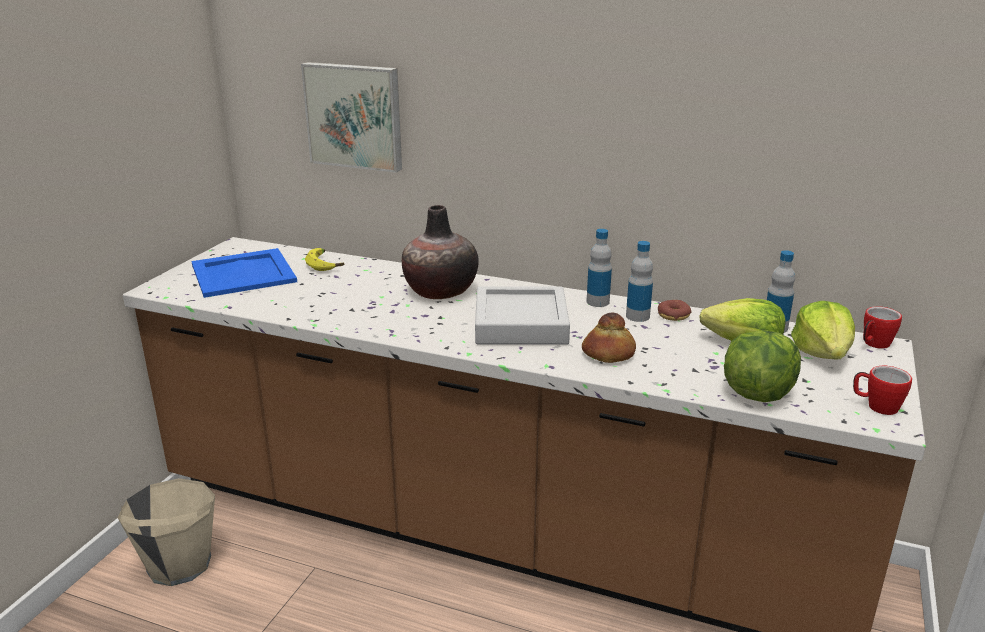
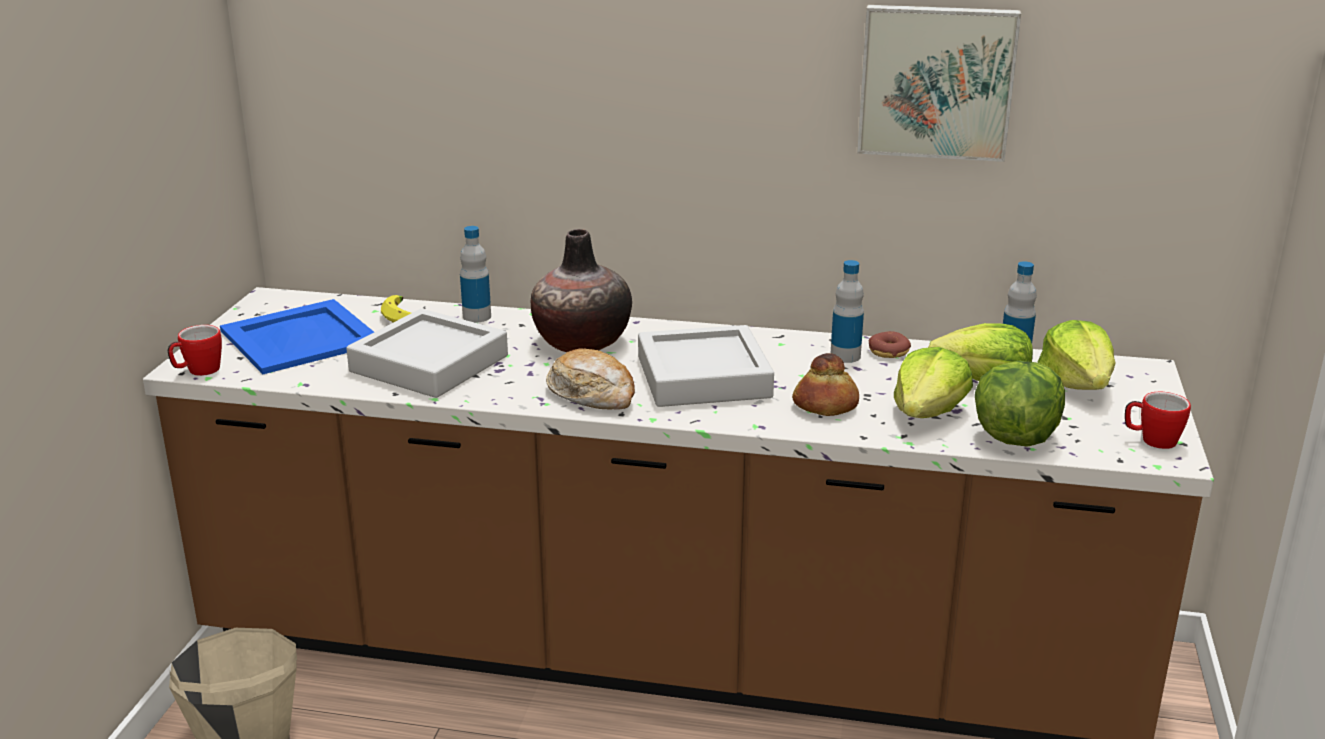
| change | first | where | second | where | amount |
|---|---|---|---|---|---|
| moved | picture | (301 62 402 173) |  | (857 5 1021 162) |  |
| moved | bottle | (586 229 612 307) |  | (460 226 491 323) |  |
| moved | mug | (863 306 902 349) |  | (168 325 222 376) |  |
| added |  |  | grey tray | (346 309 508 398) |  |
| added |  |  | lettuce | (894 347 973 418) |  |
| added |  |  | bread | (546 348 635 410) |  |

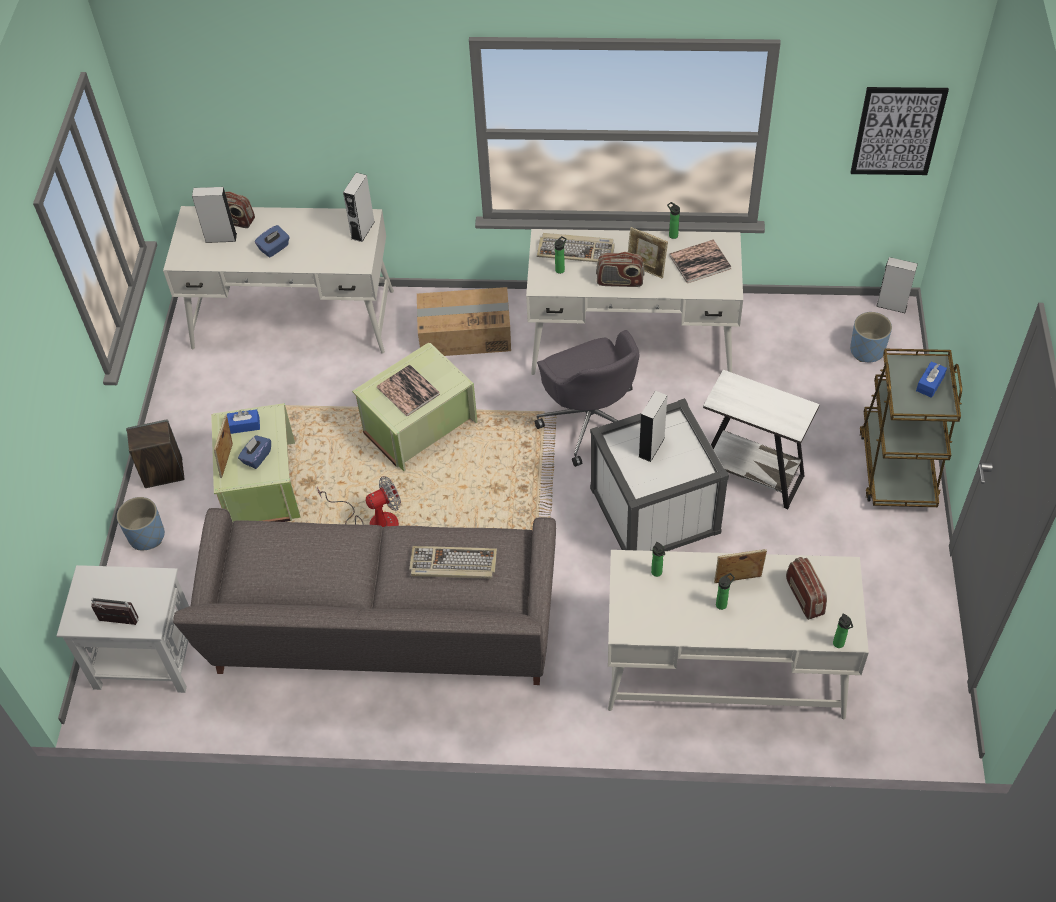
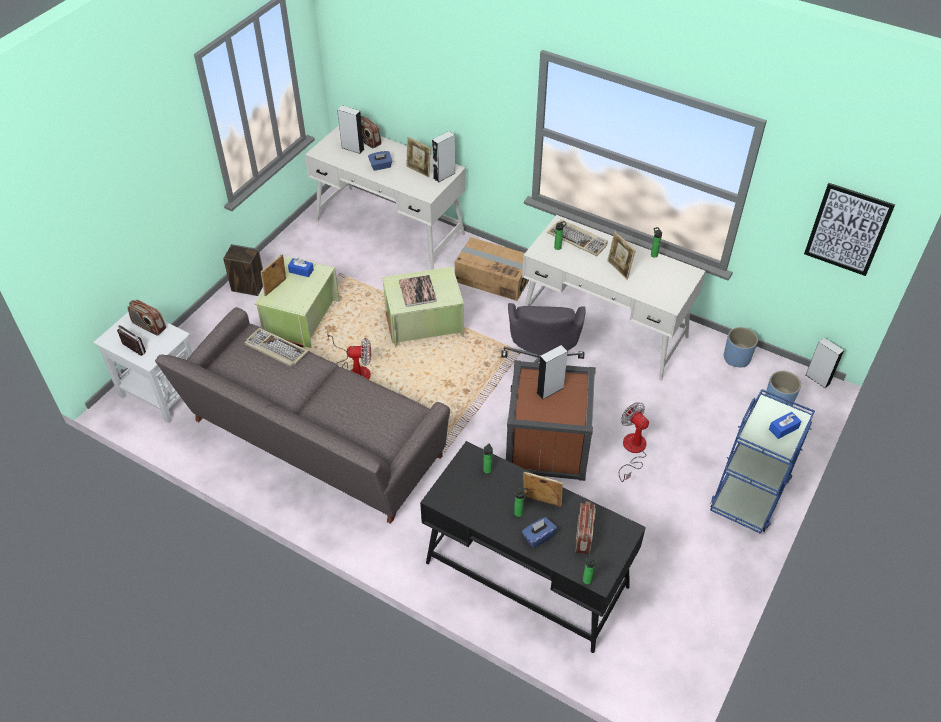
| change | first | where | second | where | amount |
|---|---|---|---|---|---|
| removed | book | (669 240 732 283) |  |  |  |
| moved | radio | (596 252 645 287) |  | (128 299 166 336) |  |
| recoloured | brown cart | (860 349 962 507) | blue cart | (710 389 815 534) |  |
| replaced | white side table | (703 370 820 509) | fan | (619 402 649 482) |  |
| recoloured | white storage box | (590 398 729 551) | brown storage box | (506 360 596 481) |  |
| moved | blue tissue box | (238 435 271 469) |  | (522 517 557 548) |  |
| moved | blue planter | (117 497 165 550) |  | (724 327 758 367) |  |
| moved | keyboard | (409 546 497 579) |  | (245 328 308 367) |  |
| recoloured | white desk | (608 550 869 719) | black desk | (420 441 646 653) |  |
| added |  |  | picture frame | (406 137 431 178) |  |

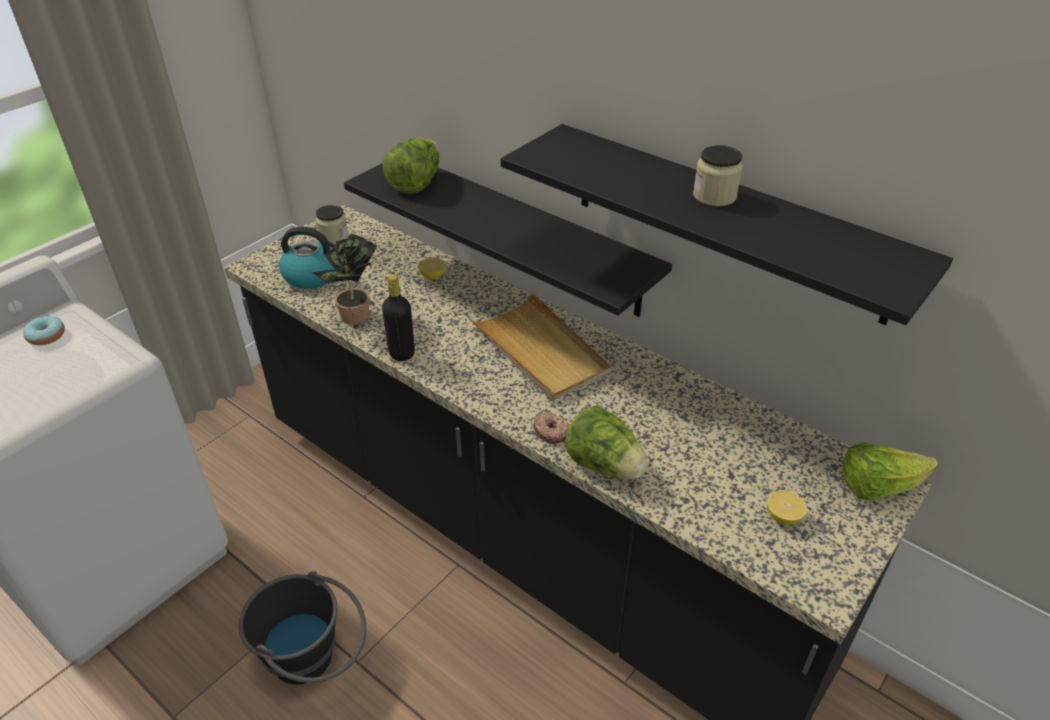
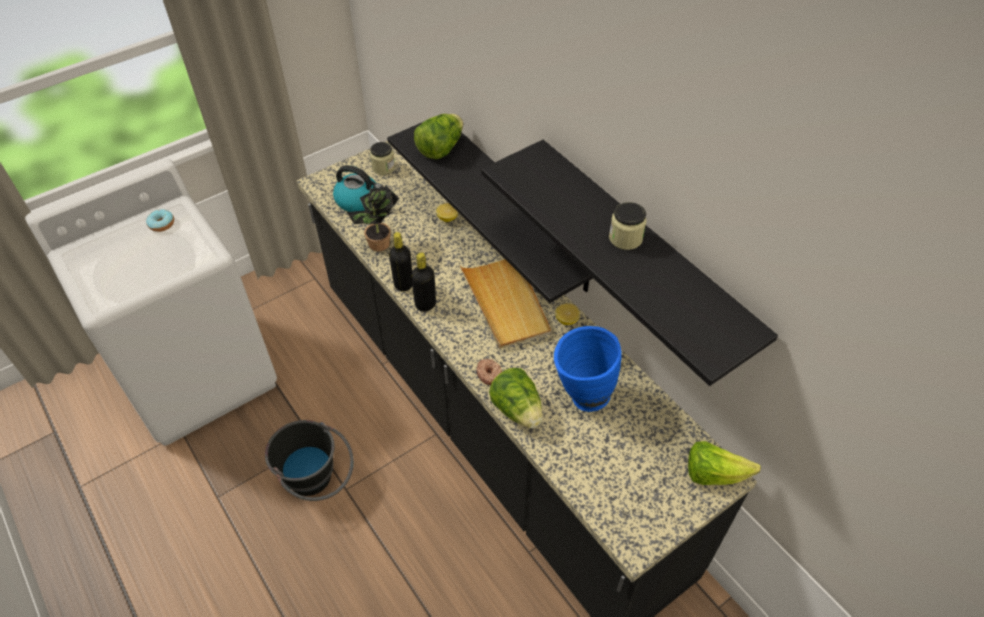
| change | first | where | second | where | amount |
|---|---|---|---|---|---|
| moved | lemon | (767 490 807 525) |  | (555 303 580 325) |  |
| added |  |  | black bottle | (411 253 436 312) |  |
| added |  |  | blue vase | (554 326 622 412) |  |

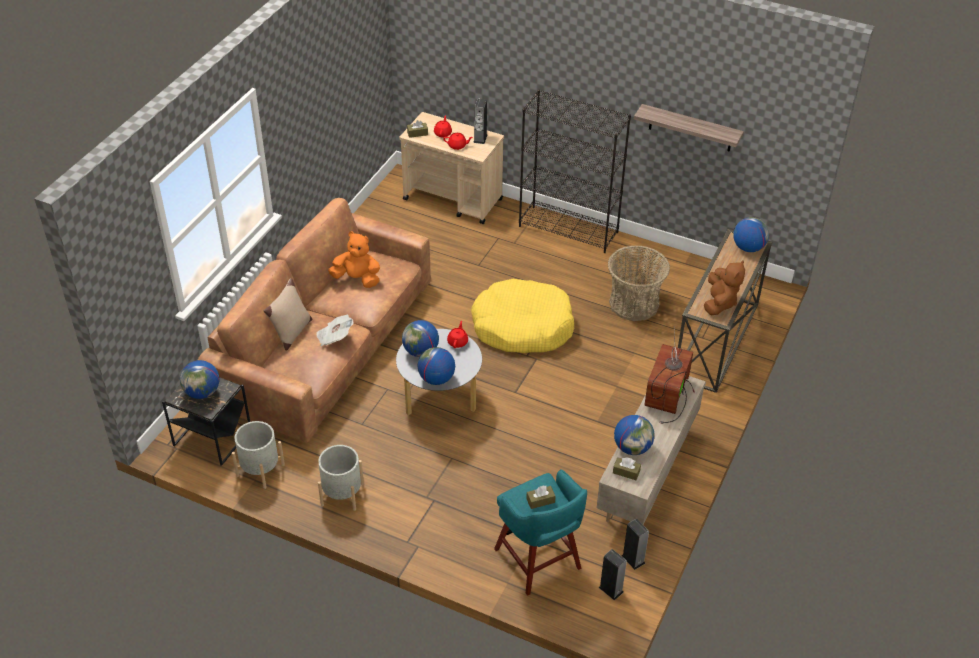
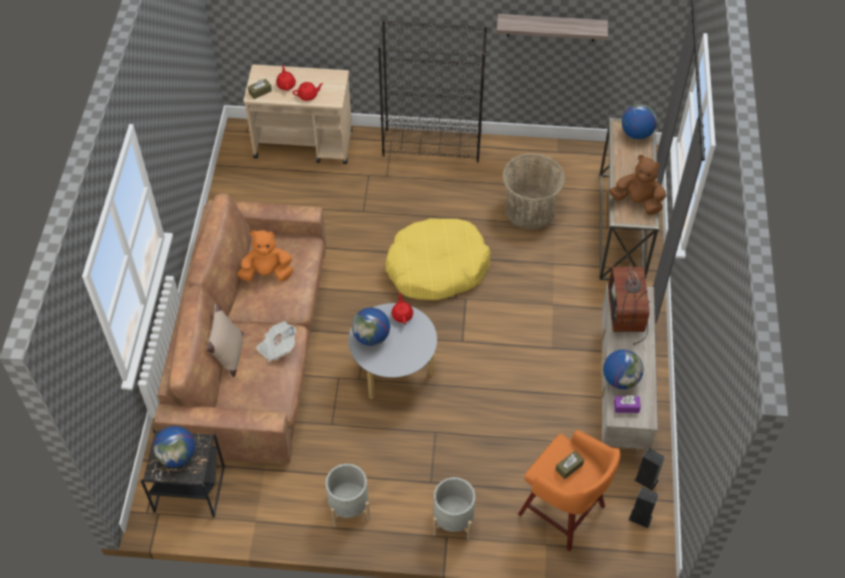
| change | first | where | second | where | amount |
|---|---|---|---|---|---|
| removed | speaker | (473 99 488 144) |  |  |  |
| turned | brown plush toy | (704 260 745 315) |  | (609 155 666 215) | 60 degrees counterclockwise |
| removed | globe | (418 347 455 385) |  |  |  |
| moved | grey planter | (232 421 285 489) |  | (433 477 475 540) |  |
| recoloured | brown tissue box | (613 457 641 480) | purple tissue box | (614 395 641 413) |  |
| recoloured | turquoise stool | (494 469 587 596) | orange stool | (518 430 620 551) |  |

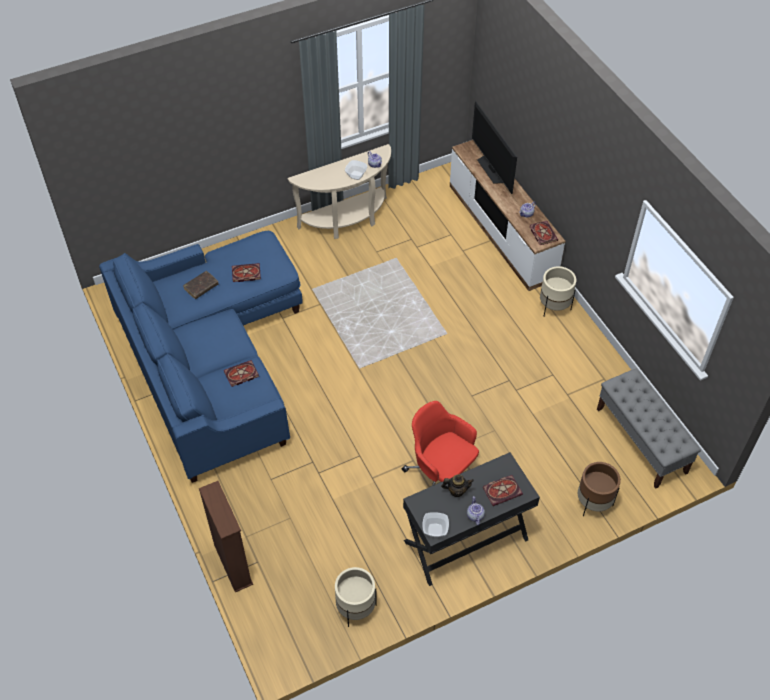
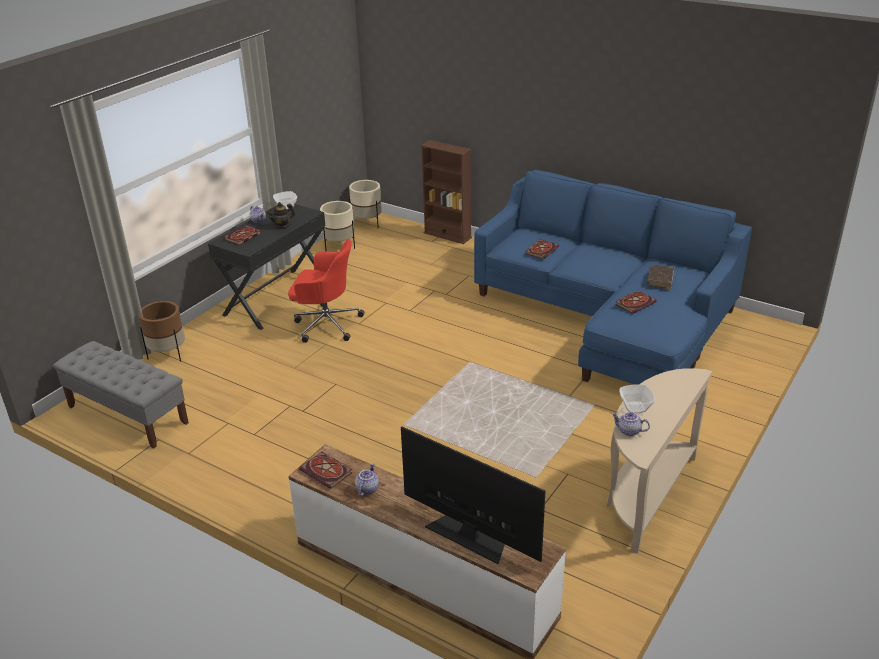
| change | first | where | second | where | amount |
|---|---|---|---|---|---|
| moved | beige planter | (540 266 576 317) |  | (349 180 382 228) |  |

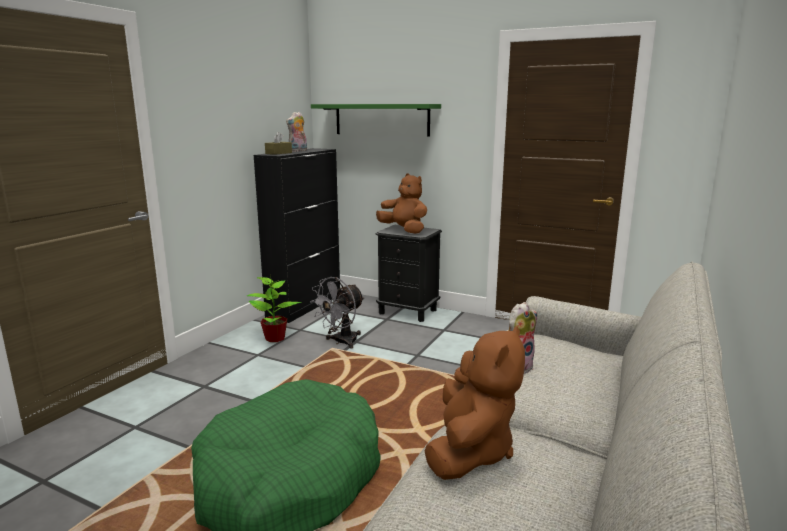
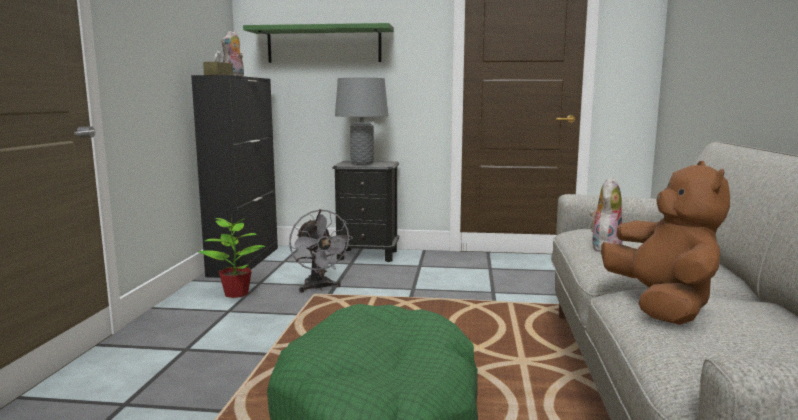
| change | first | where | second | where | amount |
|---|---|---|---|---|---|
| replaced | brown plush toy | (376 173 427 234) | grey table lamp | (335 78 388 165) |  |
| turned | grey fan | (310 277 364 349) |  | (289 209 353 293) | 45 degrees counterclockwise |

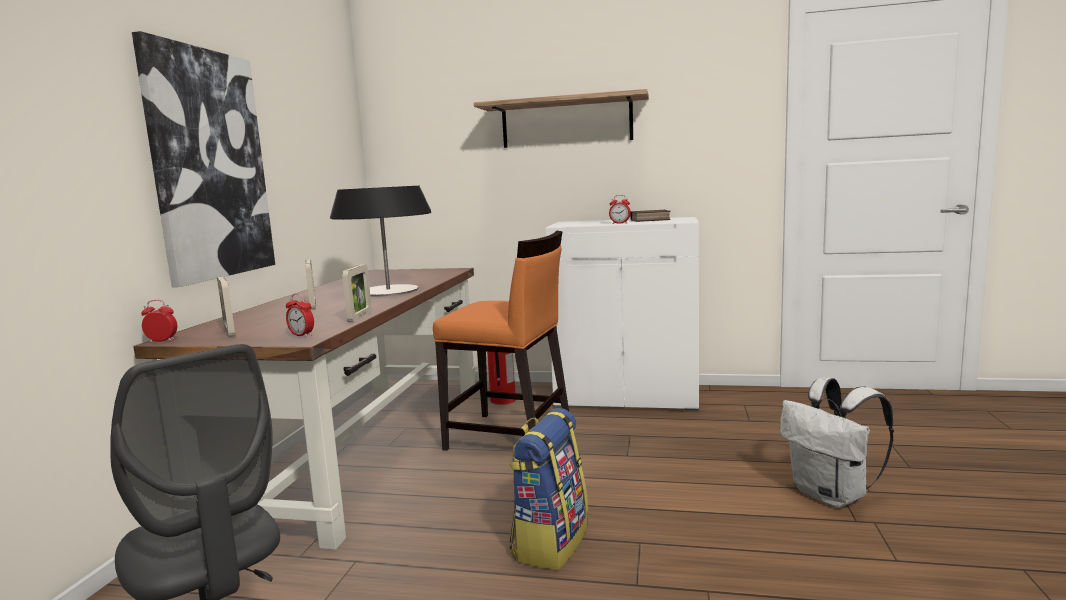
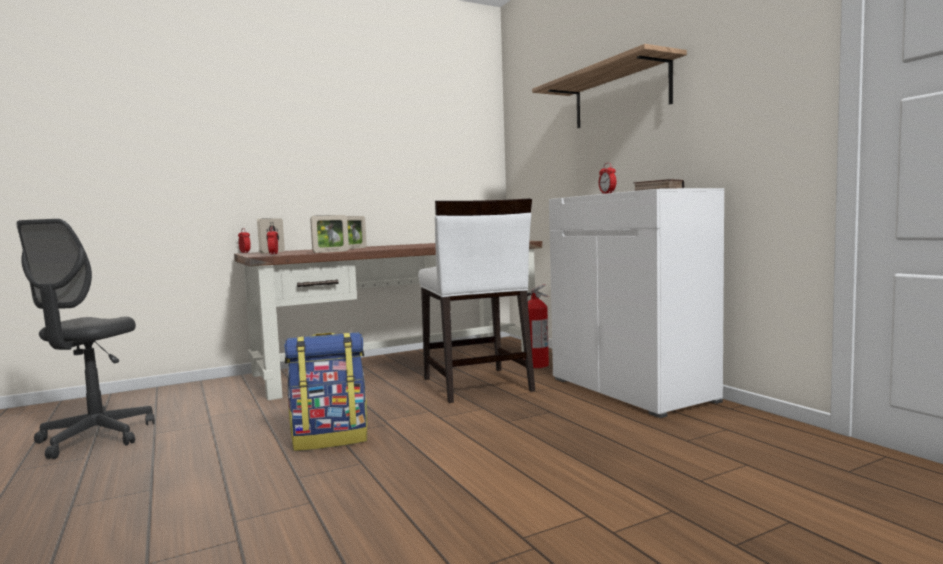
| change | first | where | second | where | amount |
|---|---|---|---|---|---|
| removed | picture | (132 31 275 287) |  |  |  |
| removed | table lamp | (330 186 431 297) |  |  |  |
| recoloured | orange chair | (433 231 569 451) | white chair | (418 199 535 403) |  |
| removed | white backpack | (780 377 894 508) |  |  |  |

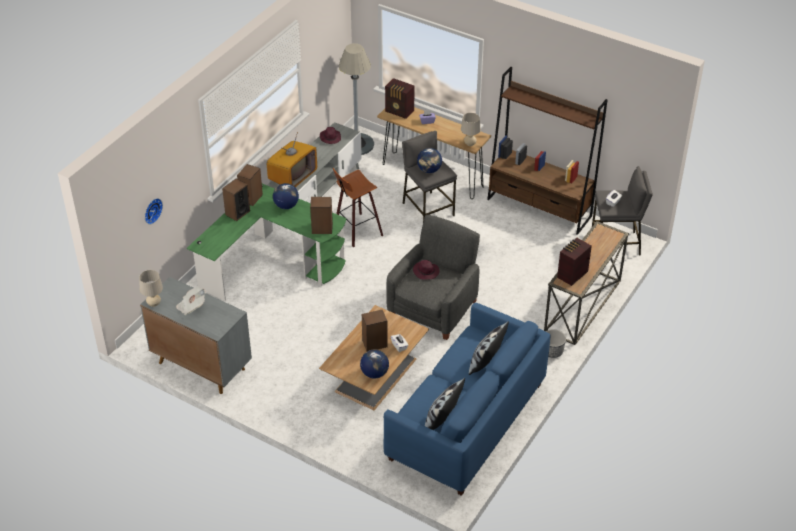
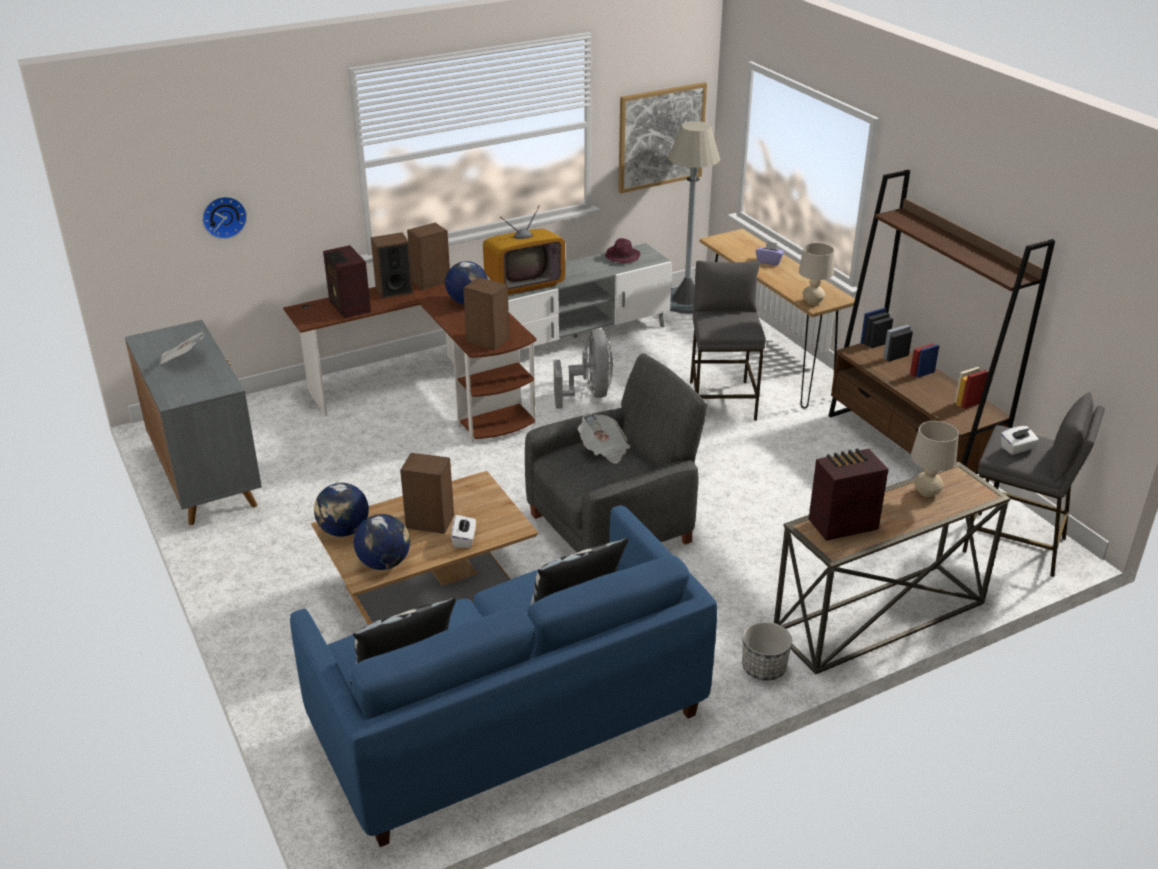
| change | first | where | second | where | amount |
|---|---|---|---|---|---|
| moved | radio | (385 78 414 119) |  | (323 245 371 319) |  |
| moved | globe | (417 148 442 173) |  | (314 483 369 537) |  |
| replaced | stool | (333 168 383 247) | grey fan | (554 329 613 409) |  |
| recoloured | green desk | (187 184 346 301) | brown desk | (283 282 537 443) |  |
| replaced | purple hat | (413 260 440 280) | newspaper | (578 413 630 464) |  |
| moved | beige table lamp | (139 270 163 307) |  | (911 421 959 497) |  |
| added |  |  | picture | (618 82 707 193) |  |

